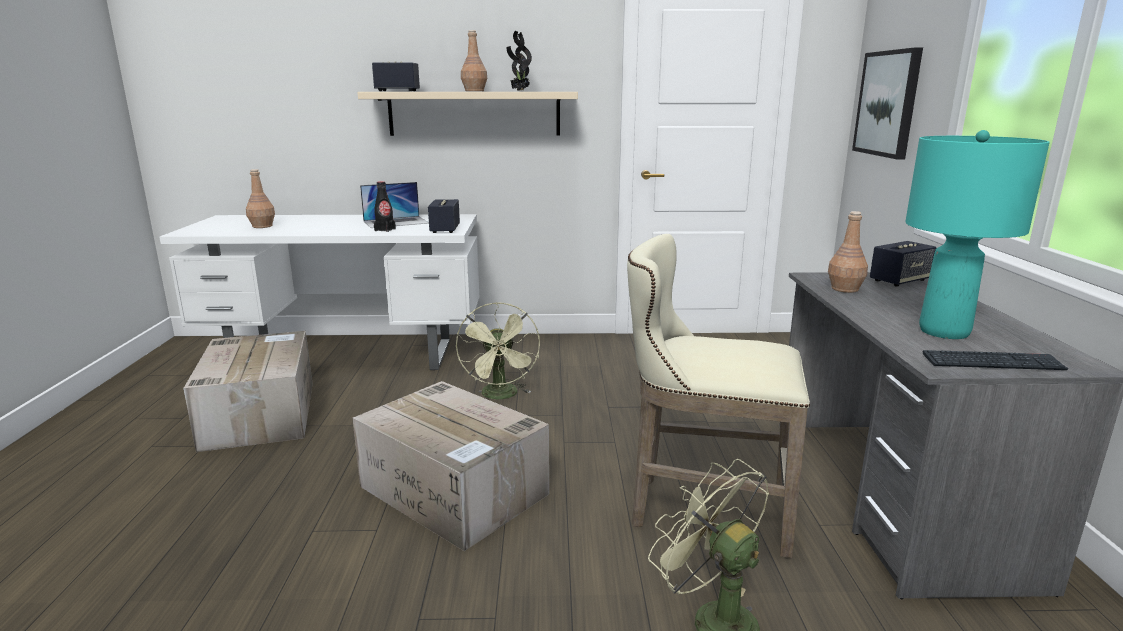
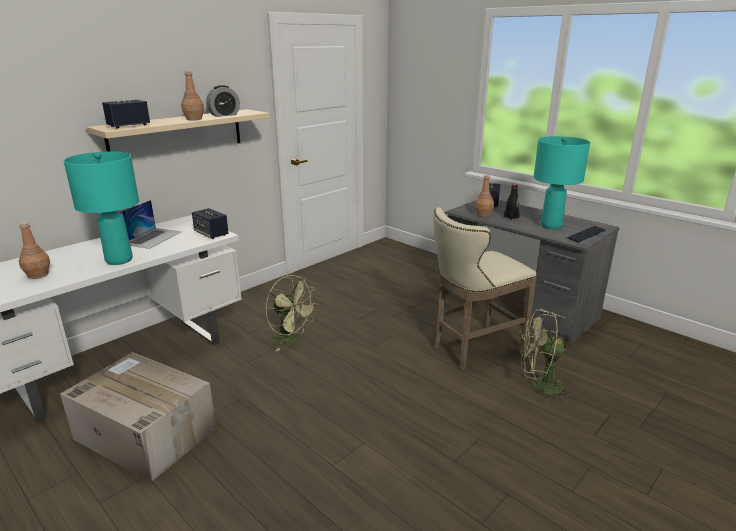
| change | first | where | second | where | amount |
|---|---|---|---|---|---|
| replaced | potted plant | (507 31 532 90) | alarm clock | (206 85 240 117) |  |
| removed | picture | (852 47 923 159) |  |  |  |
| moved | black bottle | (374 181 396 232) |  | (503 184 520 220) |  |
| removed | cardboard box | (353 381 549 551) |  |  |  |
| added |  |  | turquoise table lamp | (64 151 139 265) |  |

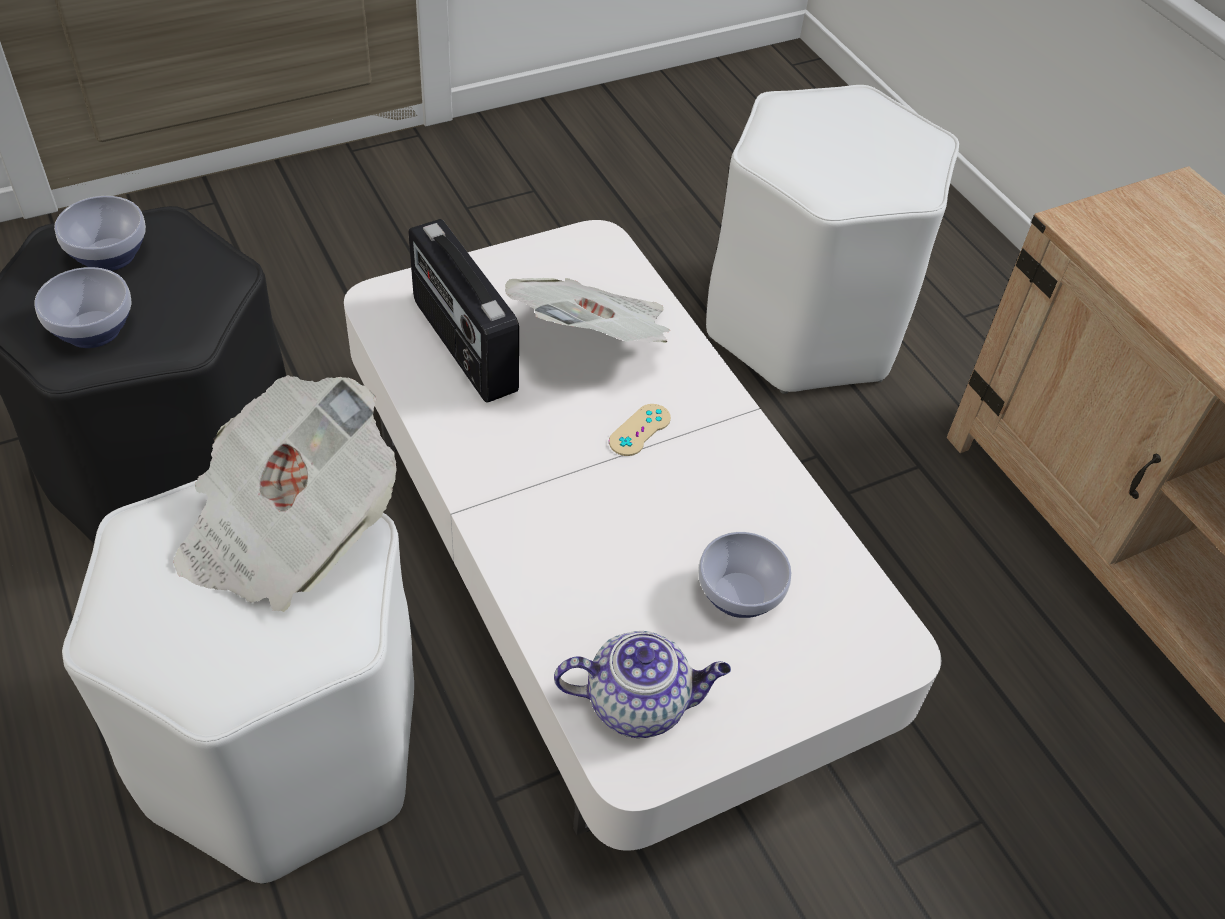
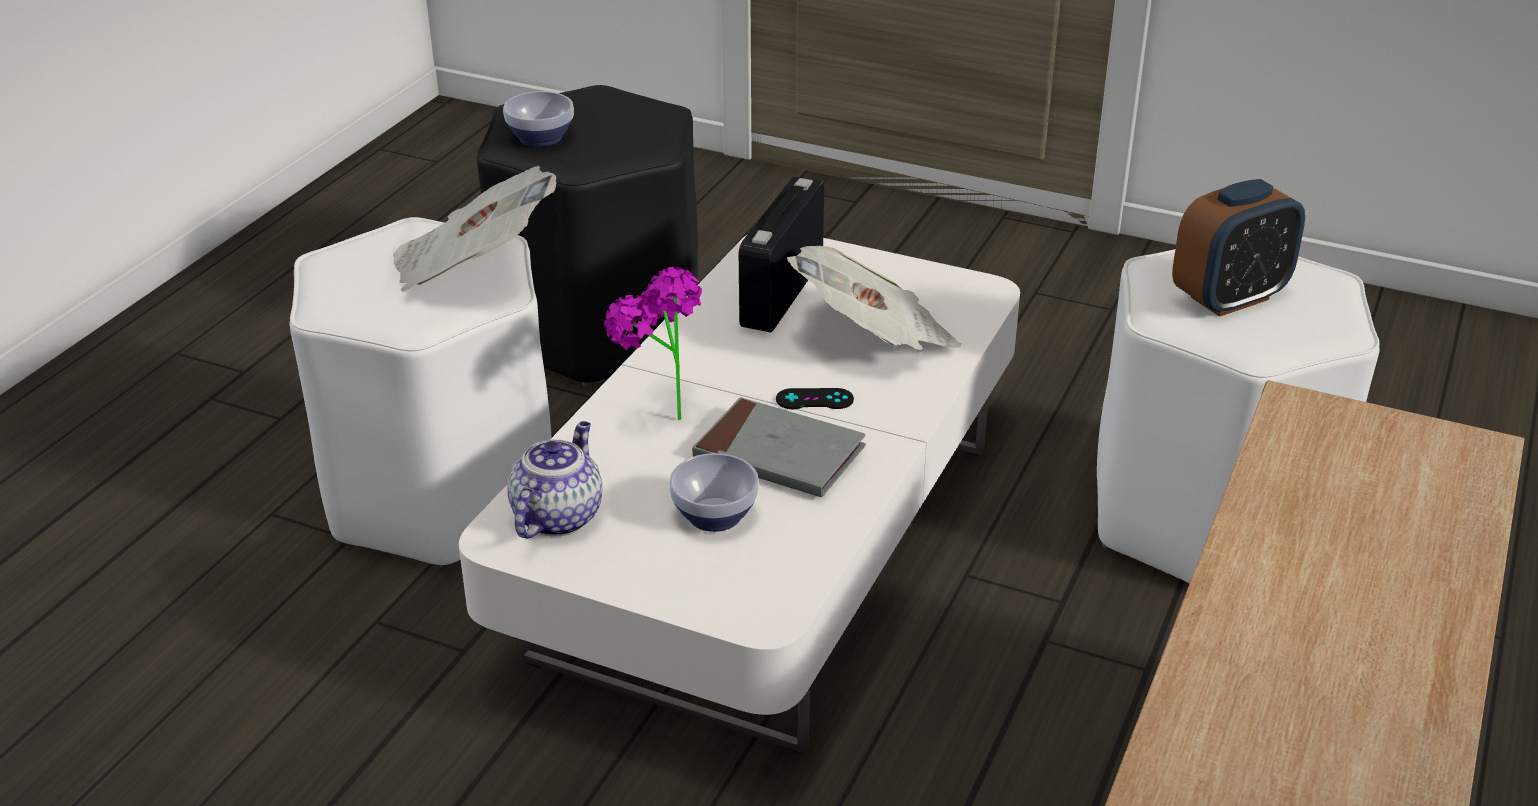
| change | first | where | second | where | amount |
|---|---|---|---|---|---|
| removed | bowl | (54 196 146 271) |  |  |  |
| recoloured | beige game controller | (609 404 671 456) | black game controller | (776 388 854 409) |  |
| turned | teapot | (554 631 731 738) |  | (507 421 602 538) | 120 degrees counterclockwise |
| added |  |  | alarm clock | (1172 179 1305 317) |  |
| added |  |  | potted plant | (604 267 702 420) |  |
| added |  |  | grey book | (692 397 866 497) |  |

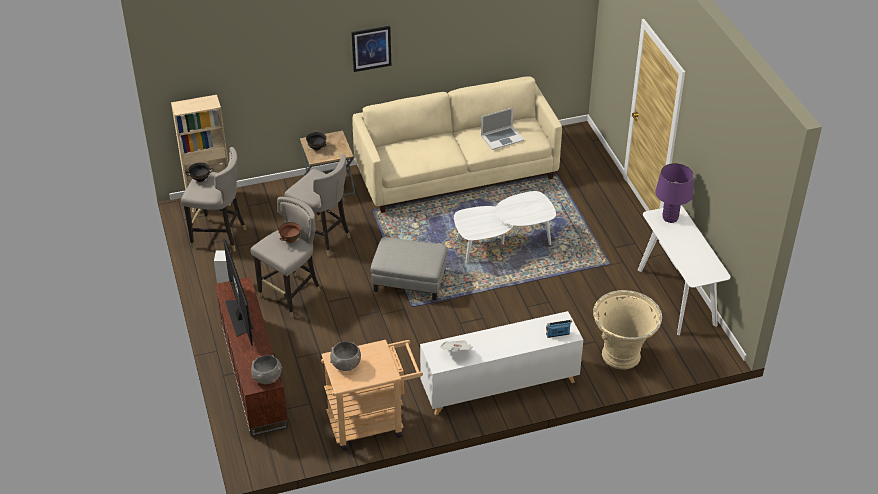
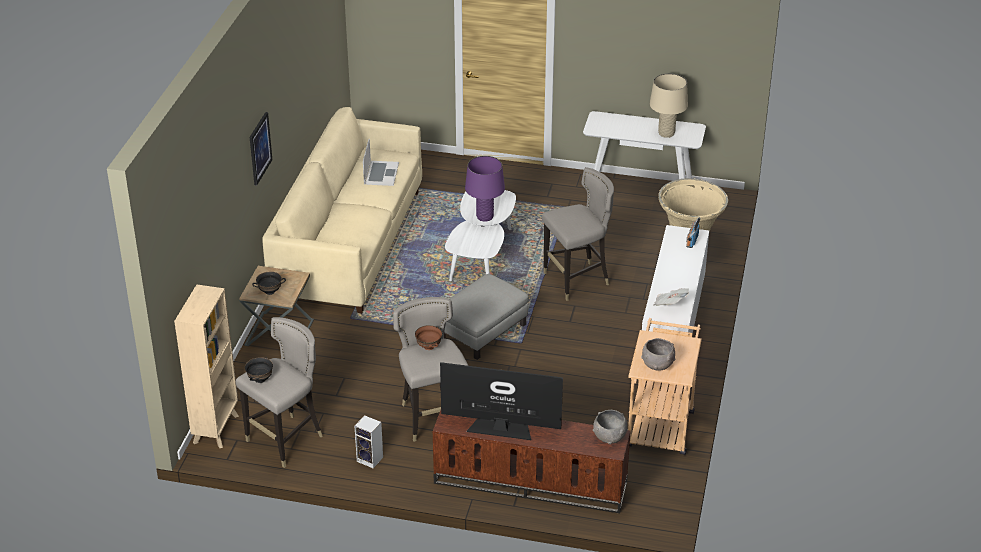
| change | first | where | second | where | amount |
|---|---|---|---|---|---|
| moved | grey stool | (284 154 350 257) |  | (542 167 614 301) |  |
| moved | purple table lamp | (655 163 694 223) |  | (465 156 505 222) |  |
| added |  |  | beige table lamp | (650 73 688 138) |  |

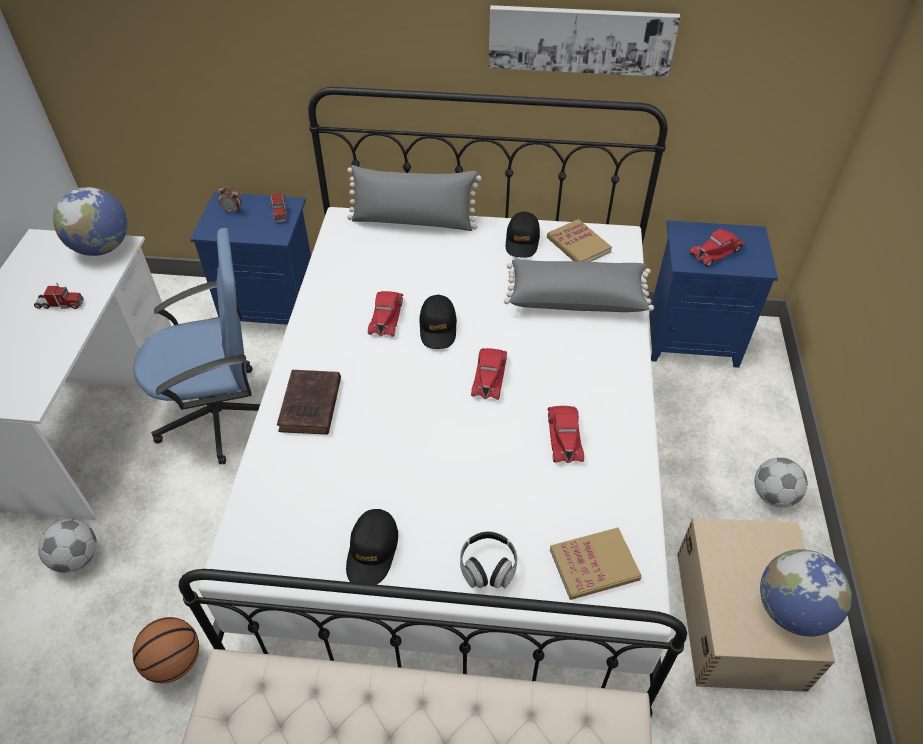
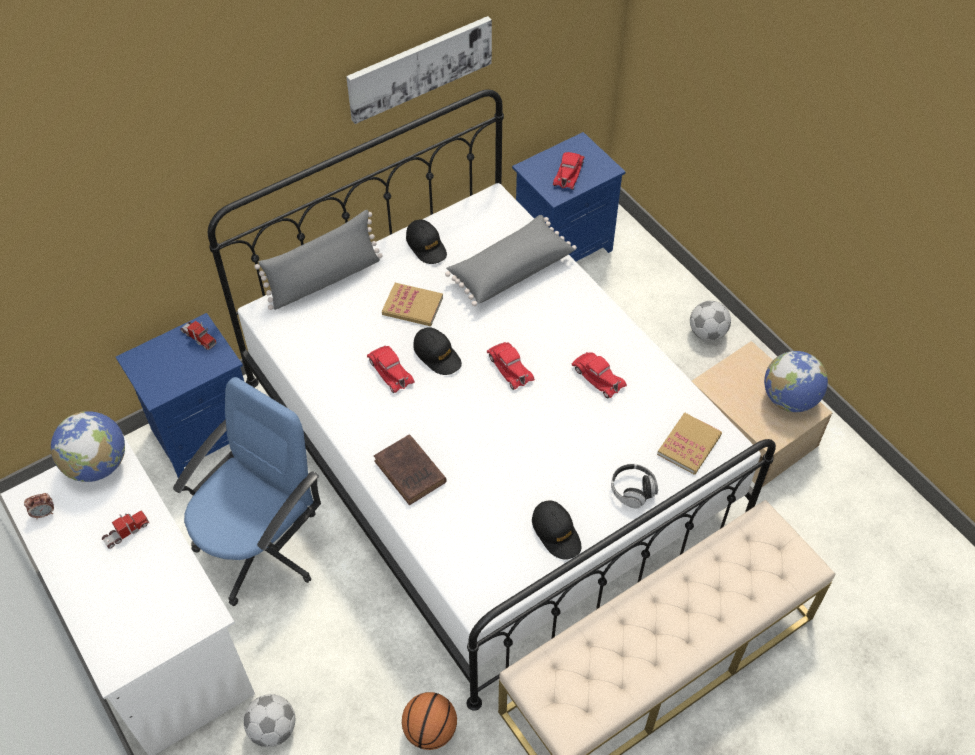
| change | first | where | second | where | amount |
|---|---|---|---|---|---|
| moved | alarm clock | (218 186 242 213) |  | (24 493 54 519) |  |
| moved | book | (547 219 612 262) |  | (382 283 443 326) |  |

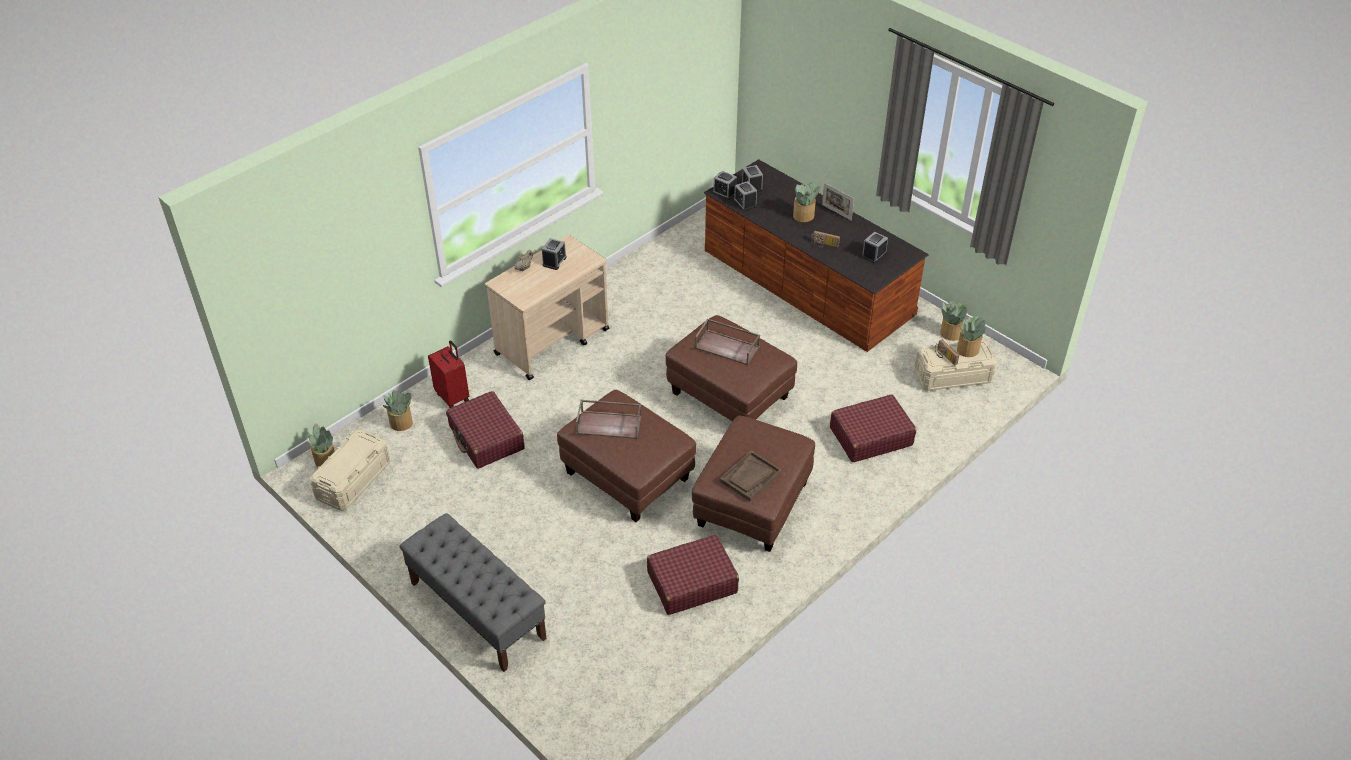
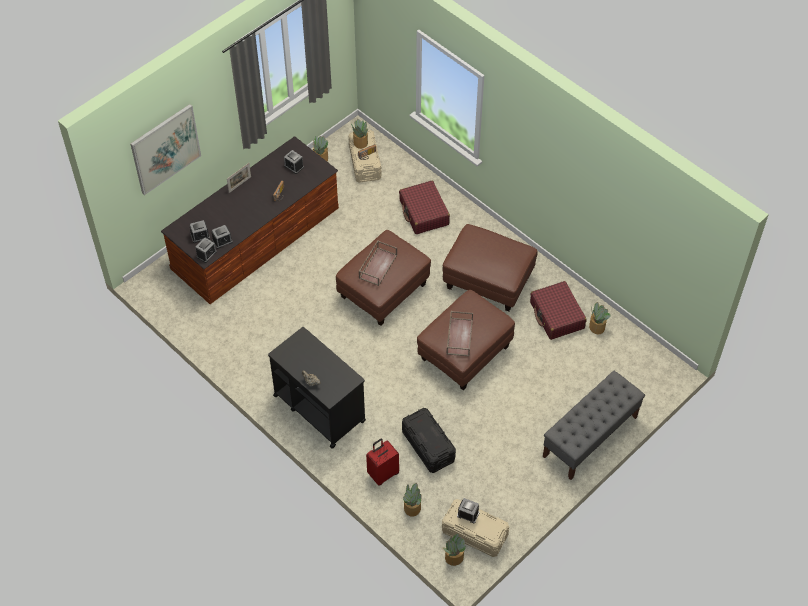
| change | first | where | second | where | amount |
|---|---|---|---|---|---|
| moved | potted plant | (793 182 821 222) |  | (589 302 611 334) |  |
| recoloured | beige cart | (485 235 609 380) | black cart | (268 327 366 449) |  |
| moved | alarm clock | (542 238 567 270) |  | (457 498 479 523) |  |
| replaced | red suitcase | (446 391 524 469) | black storage box | (402 408 456 473) |  |
| removed | brown tray | (719 450 782 501) |  |  |  |
| added |  |  | picture | (130 104 201 195) |  |

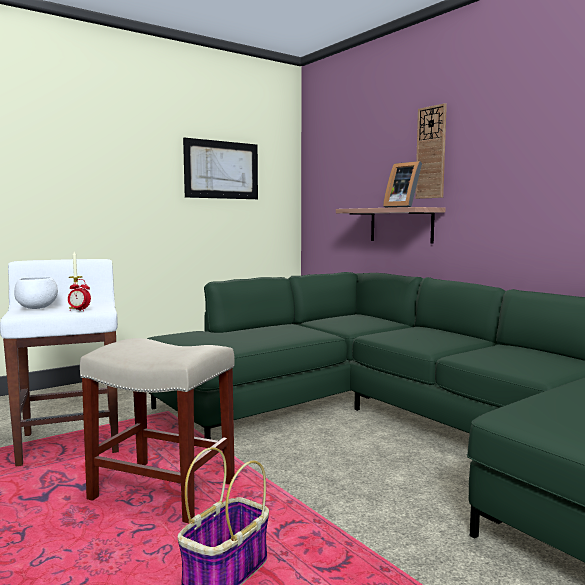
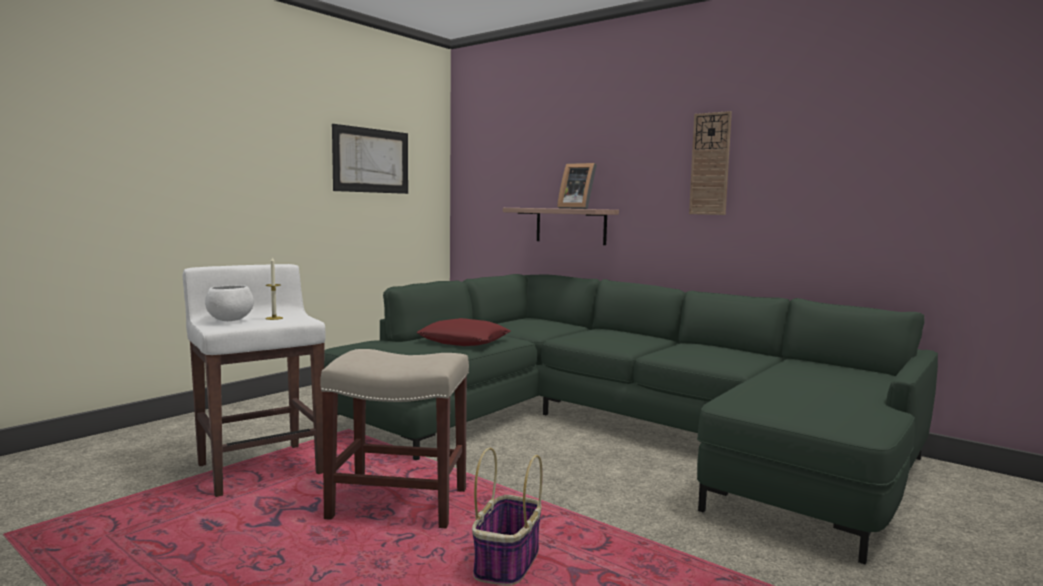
| change | first | where | second | where | amount |
|---|---|---|---|---|---|
| moved | wall clock | (415 103 447 199) |  | (689 111 732 215) |  |
| removed | alarm clock | (68 279 91 312) |  |  |  |
| added |  |  | red pillow | (416 318 510 346) |  |

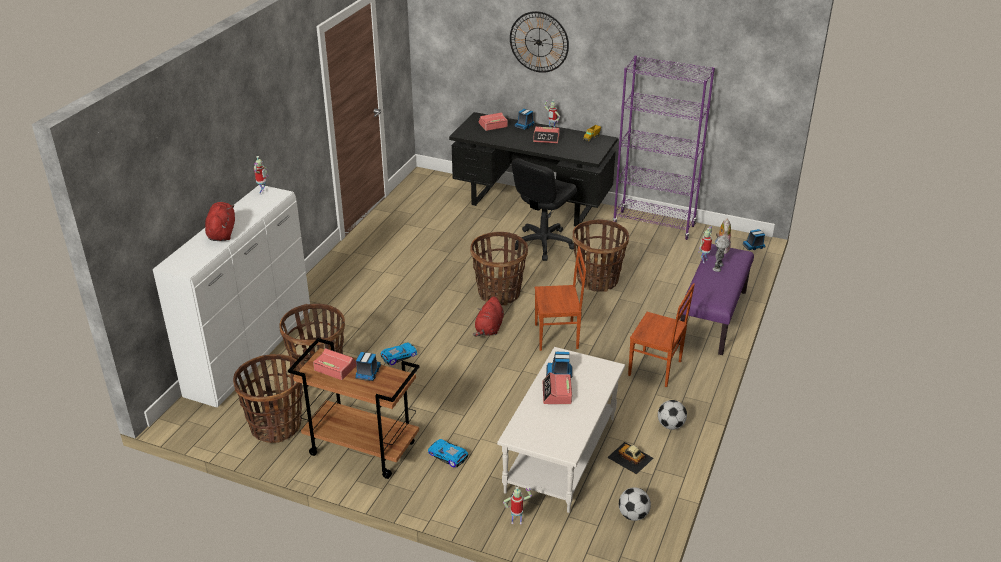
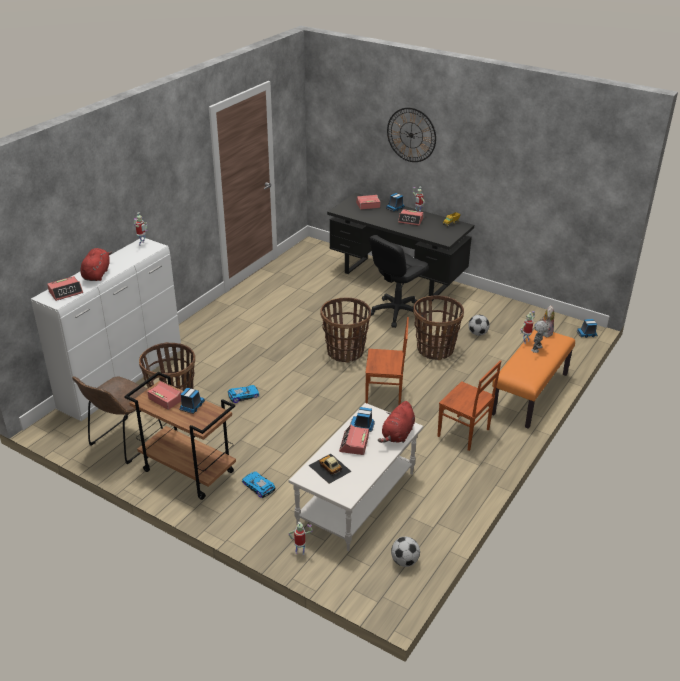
| change | first | where | second | where | amount |
|---|---|---|---|---|---|
| removed | purple bookcase | (613 55 715 240) |  |  |  |
| recoloured | purple bench | (678 244 754 355) | orange bench | (492 329 575 429) |  |
| moved | red plush toy | (473 296 504 336) |  | (378 401 415 443) |  |
| replaced | basket | (233 354 303 443) | brown chair | (72 376 163 464) |  |
| moved | football | (658 400 687 430) |  | (469 315 489 336) |  |
| moved | toy car | (607 442 654 474) |  | (309 454 352 484) |  |
| added |  |  | alarm clock | (47 276 83 301) |  |

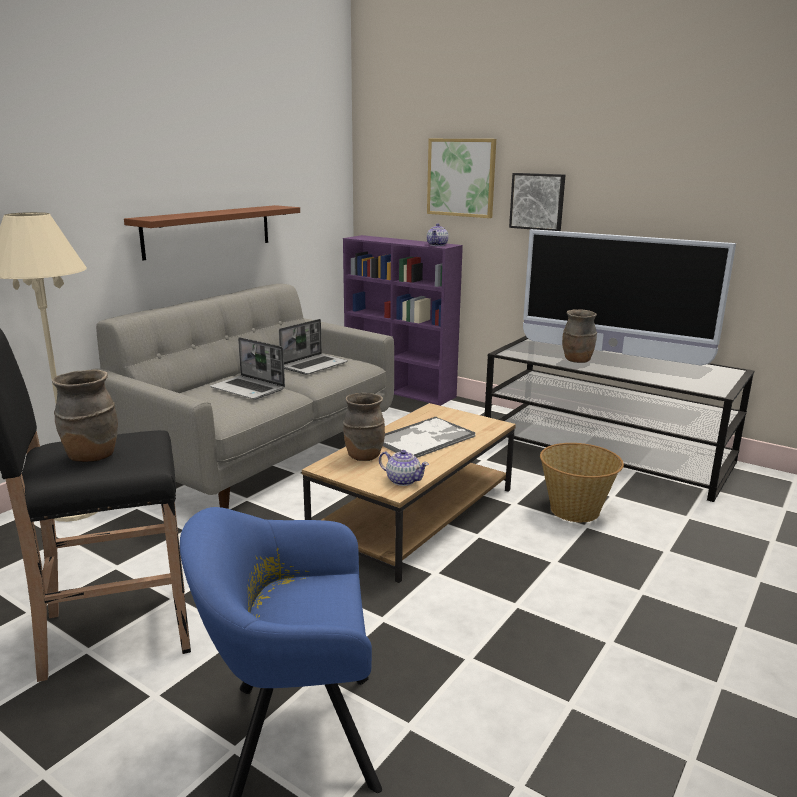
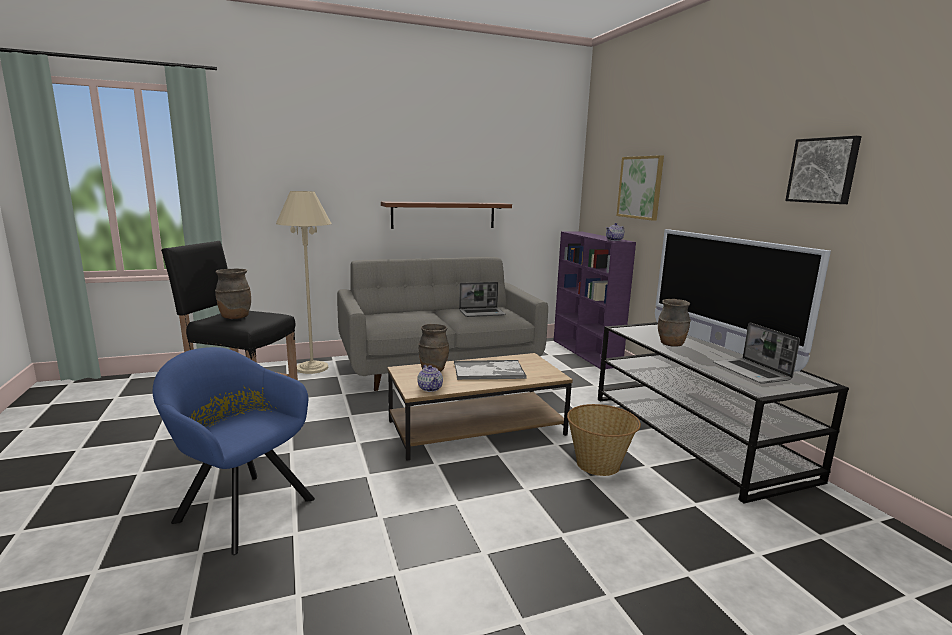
| change | first | where | second | where | amount |
|---|---|---|---|---|---|
| moved | picture | (509 173 566 231) |  | (785 136 862 204) |  |
| moved | laptop | (210 337 285 399) |  | (713 322 800 384) |  |

